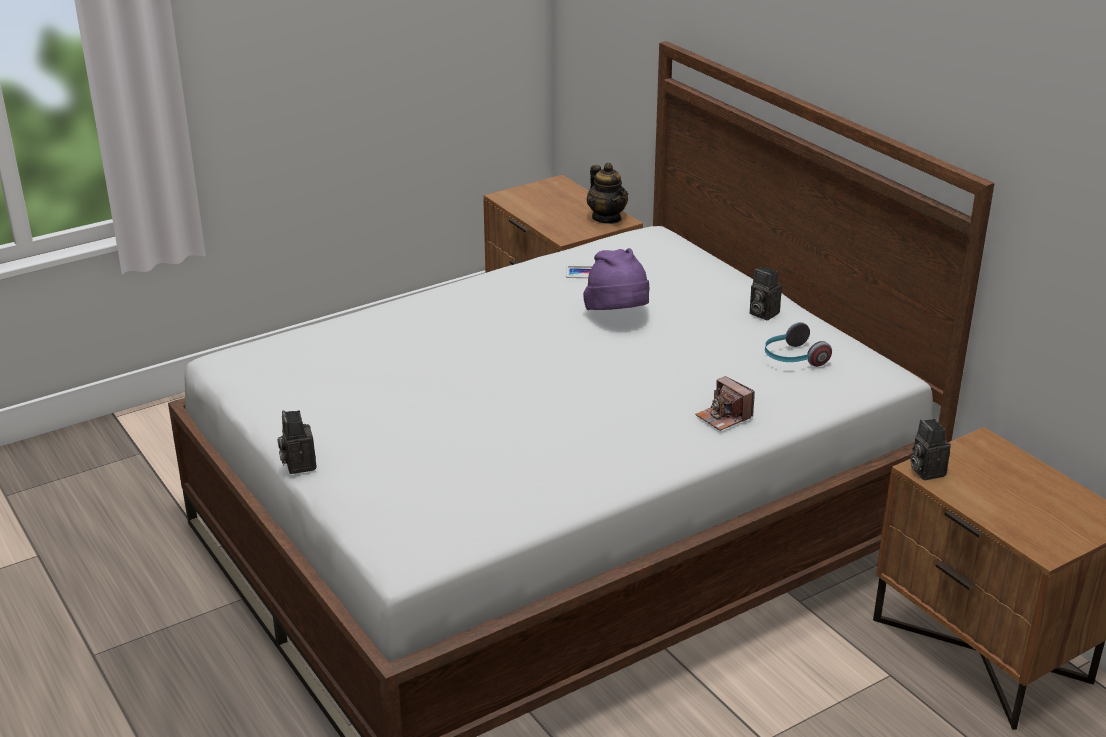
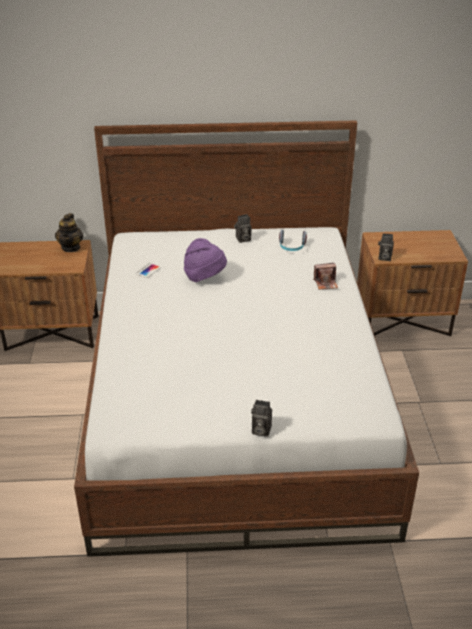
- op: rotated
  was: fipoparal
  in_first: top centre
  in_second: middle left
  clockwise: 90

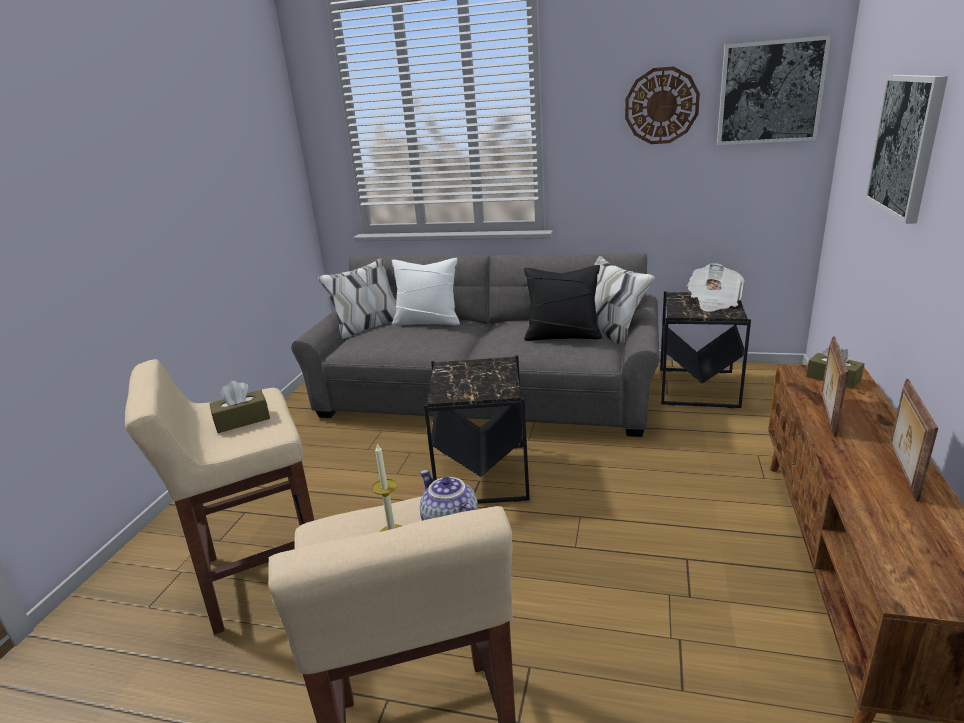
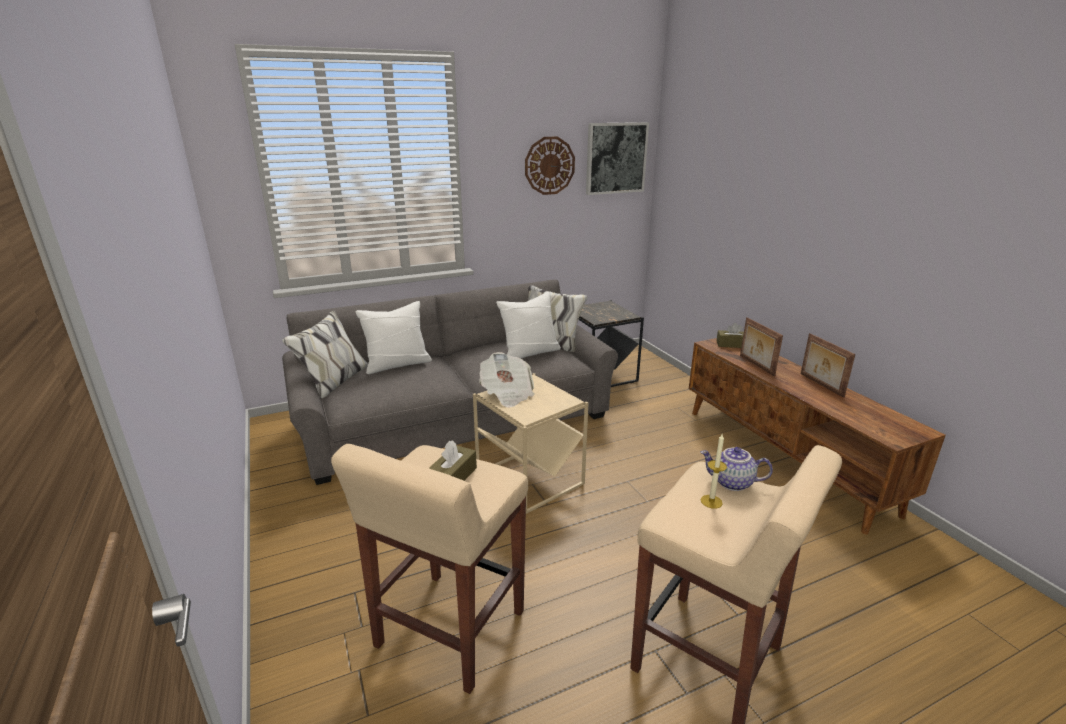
- op: repainted
  was: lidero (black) (no. 1 from left)
  now: lidero (beige)
  in_first: centre
  in_second: centre
- op: repainted
  was: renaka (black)
  now: renaka (white) (no. 2 from left)
  in_first: centre
  in_second: centre
- op: shifted
  was: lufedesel
  in_first: middle right
  in_second: centre
- op: gone
  was: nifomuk (no. 2 from left)
  in_first: top right

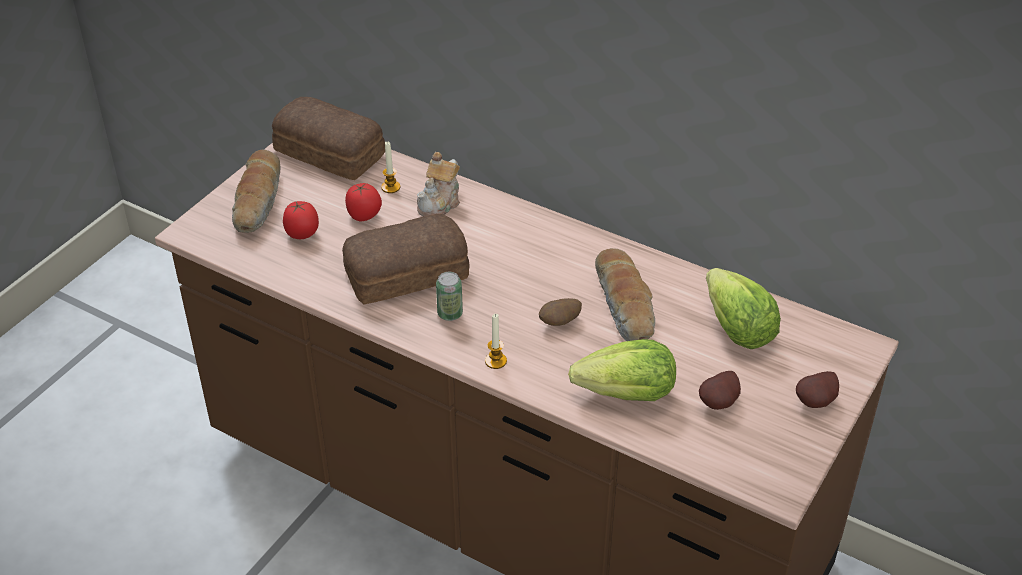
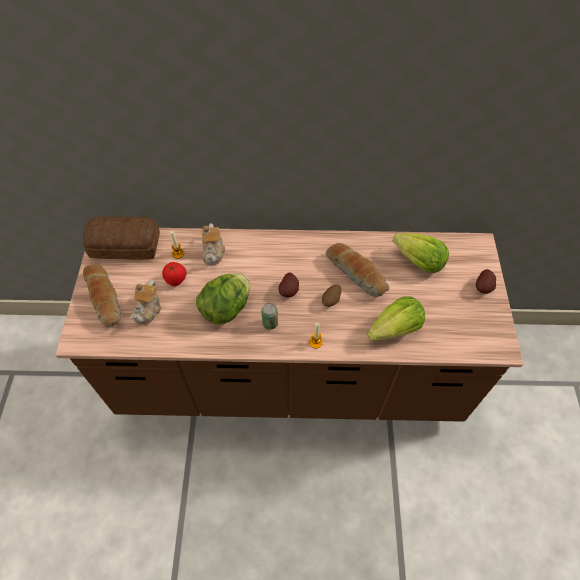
- op: swapped
  was: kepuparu (no. 1 from left)
  now: fipoparal (no. 1 from left)
  in_first: middle left
  in_second: middle left
- op: swapped
  was: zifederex (no. 3 from left)
  now: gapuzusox (no. 1 from left)
  in_first: centre
  in_second: centre
- op: shifted
  was: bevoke (no. 2 from left in the first image)
  now: bevoke (no. 1 from left)
  in_first: bottom right
  in_second: centre

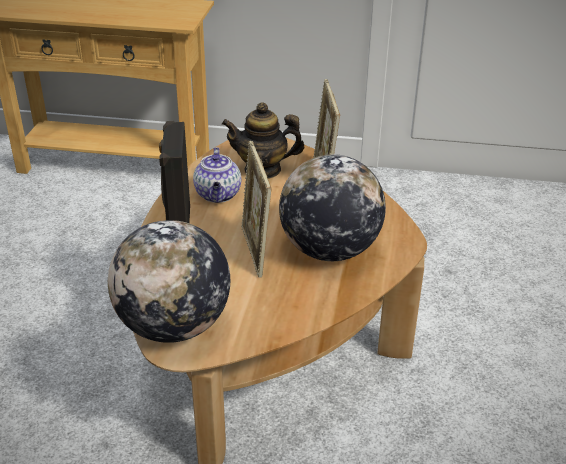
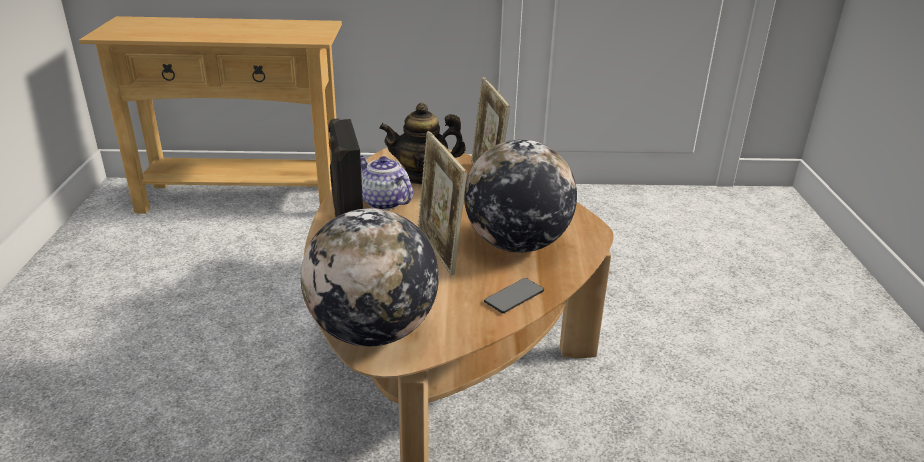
- op: rotated
  was: fipoparal (no. 1 from left)
  in_first: centre
  in_second: centre
  clockwise: 150
- op: new
  now: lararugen
  in_second: centre

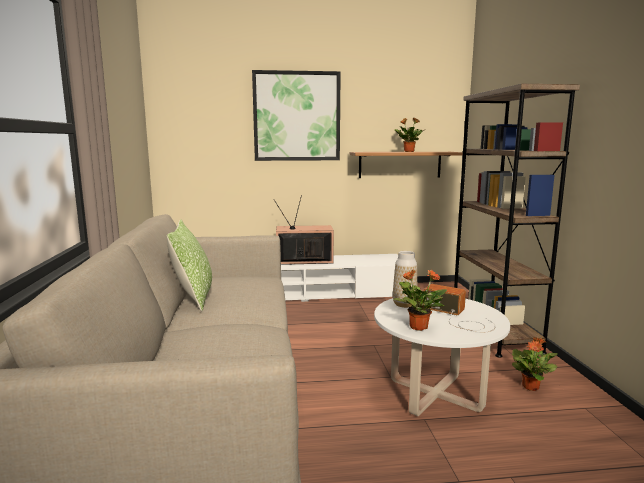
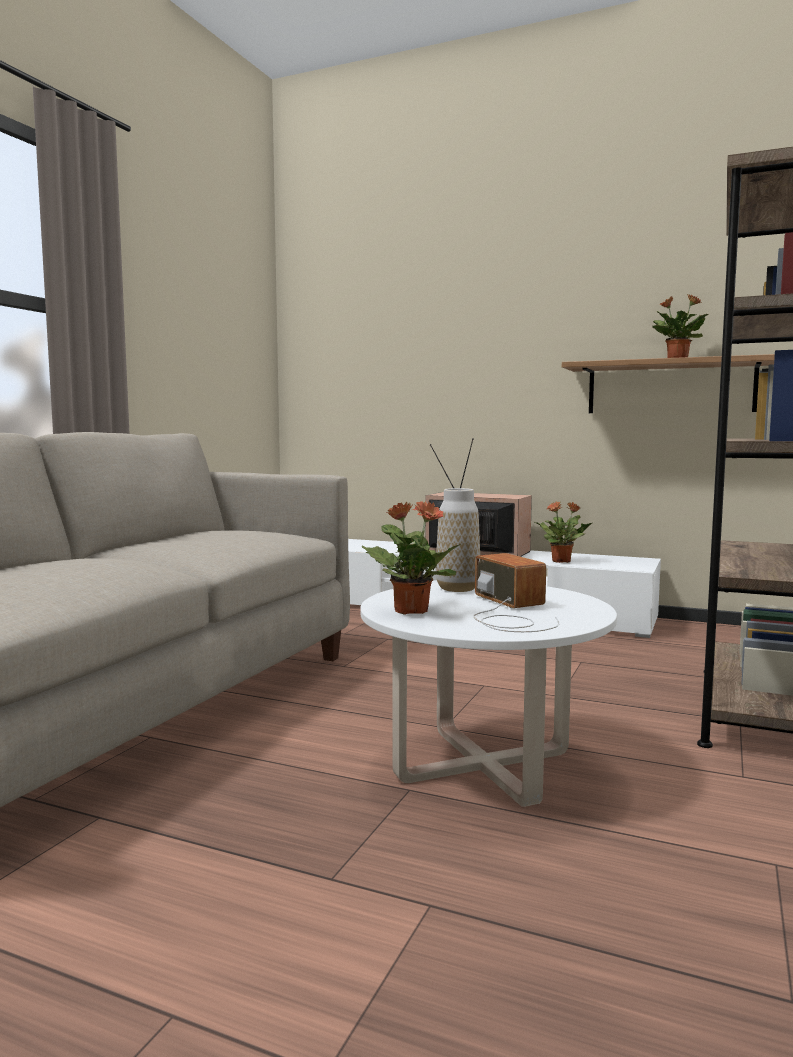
- op: gone
  was: renaka
  in_first: middle left
- op: gone
  was: nifomuk
  in_first: top centre
- op: shifted
  was: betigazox (no. 3 from left in the first image)
  now: betigazox (no. 2 from left)
  in_first: bottom right
  in_second: middle right

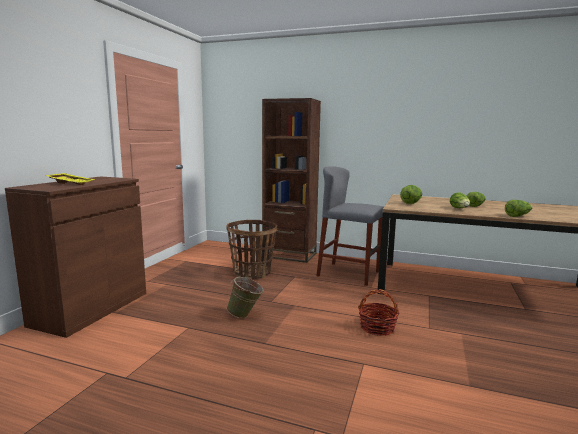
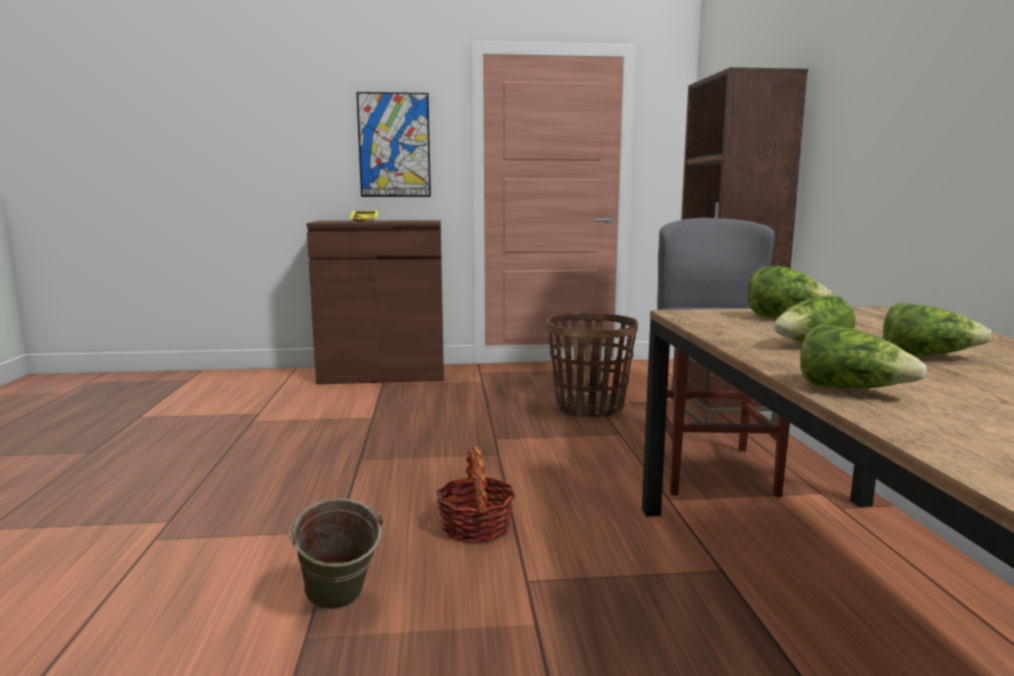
- op: shifted
  was: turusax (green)
  in_first: bottom centre
  in_second: bottom left
- op: new
  now: nifomuk
  in_second: top centre

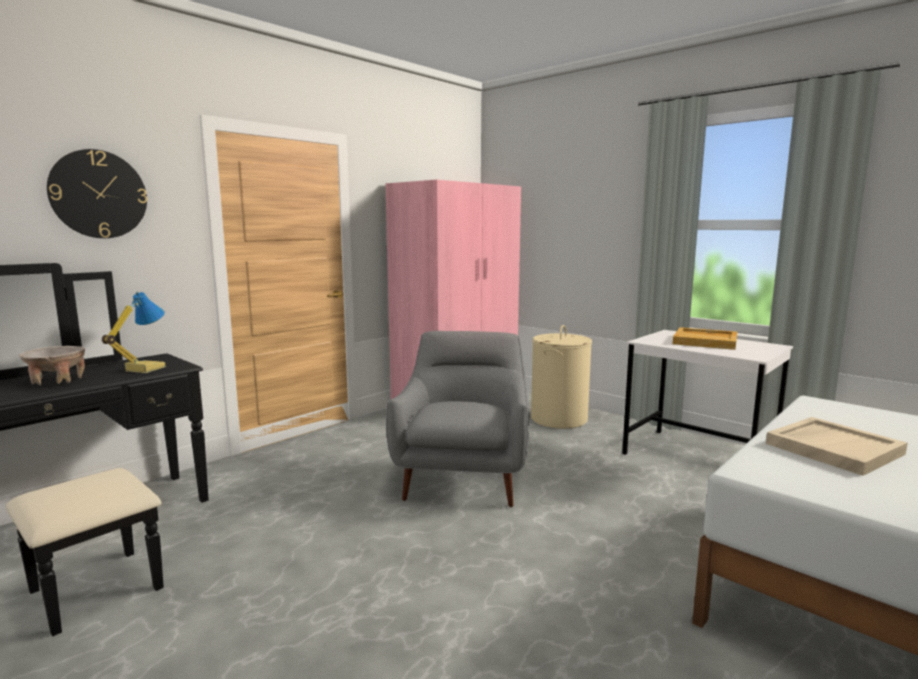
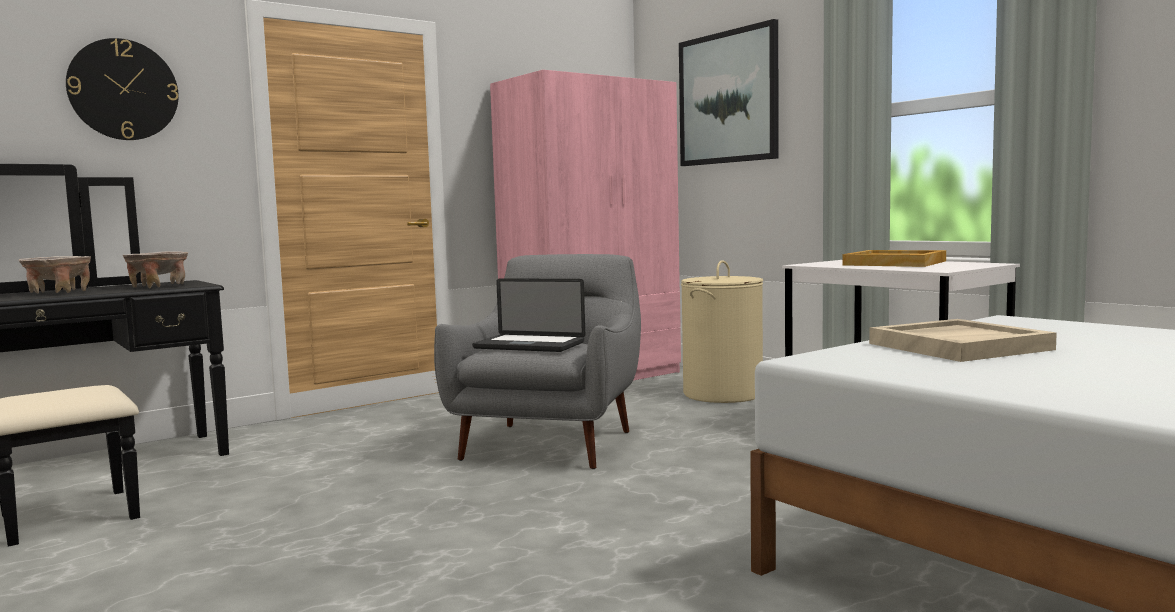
- op: swapped
  was: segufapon
  now: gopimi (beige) (no. 2 from left)
  in_first: middle left
  in_second: middle left
- op: new
  now: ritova
  in_second: centre
- op: new
  now: nifomuk
  in_second: top centre

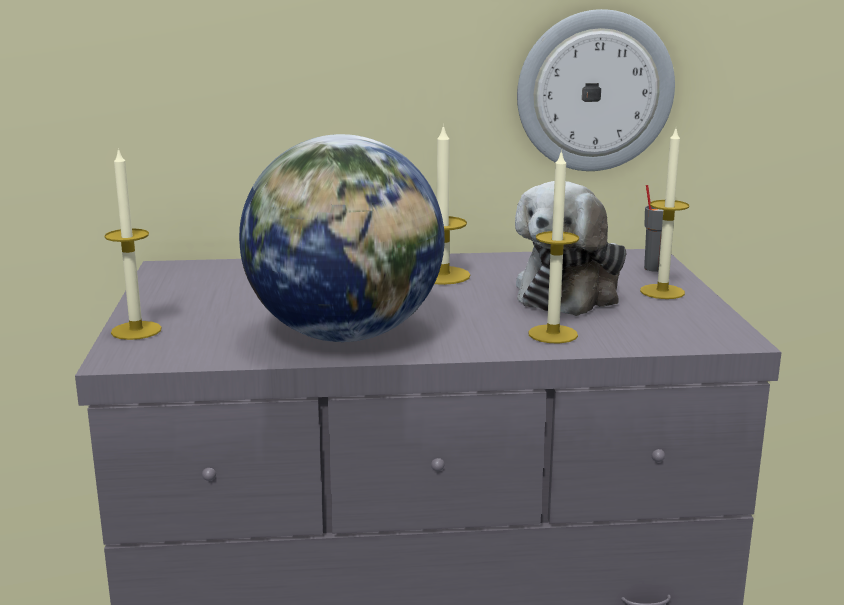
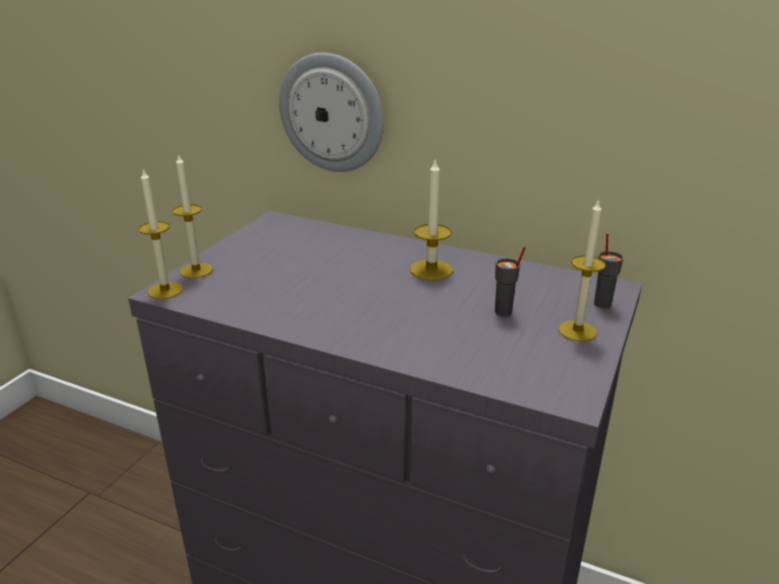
- op: gone
  was: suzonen
  in_first: centre
- op: swapped
  was: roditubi
  now: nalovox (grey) (no. 1 from left)
  in_first: middle right
  in_second: centre
- op: shifted
  was: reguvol
  in_first: top right
  in_second: top centre
- op: shifted
  was: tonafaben (no. 3 from left in the first image)
  now: tonafaben (no. 1 from left)
  in_first: centre
  in_second: middle left

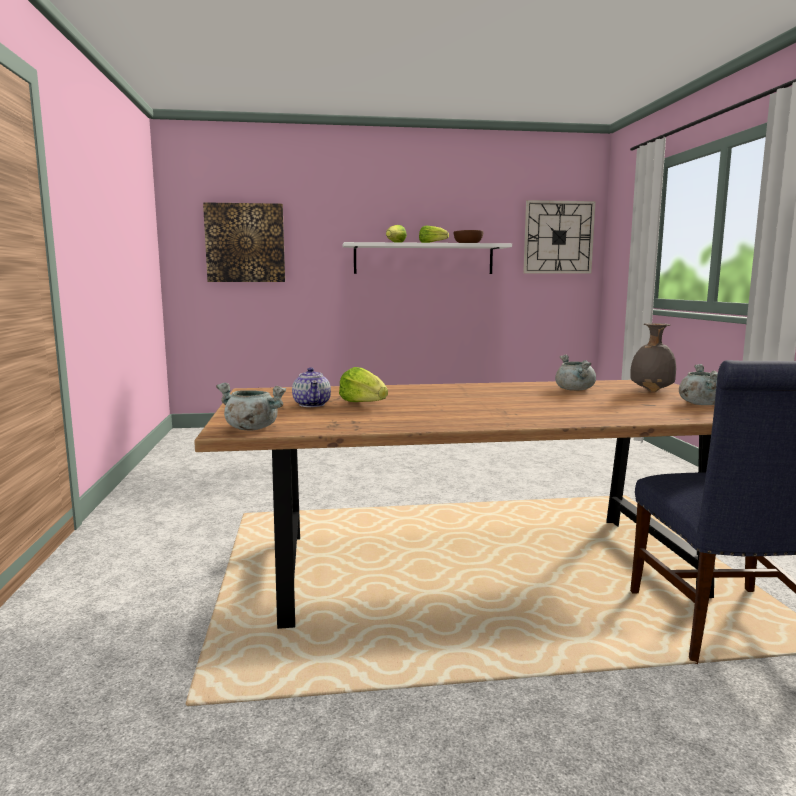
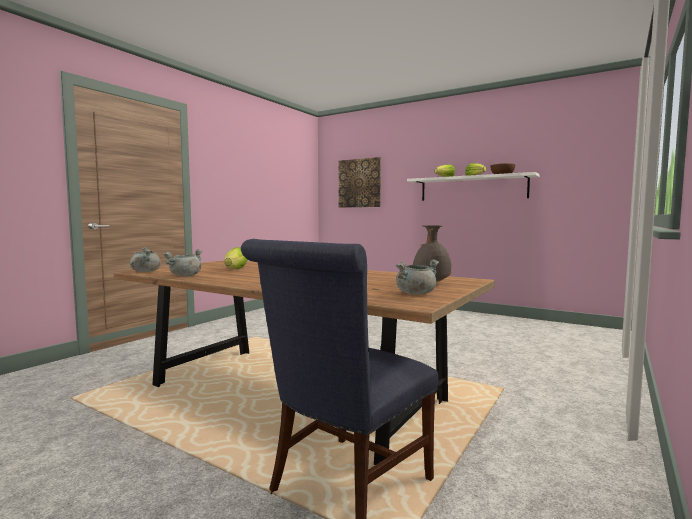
- op: gone
  was: fipoparal
  in_first: centre
- op: gone
  was: reguvol
  in_first: top right
- op: shifted
  was: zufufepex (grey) (no. 2 from left)
  in_first: middle right
  in_second: middle left

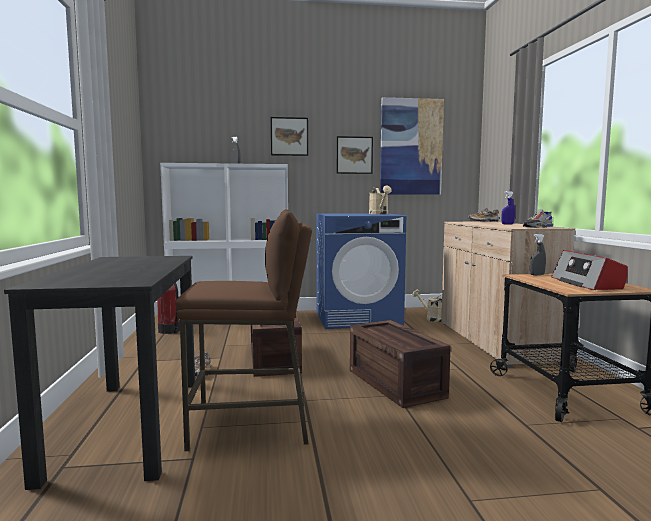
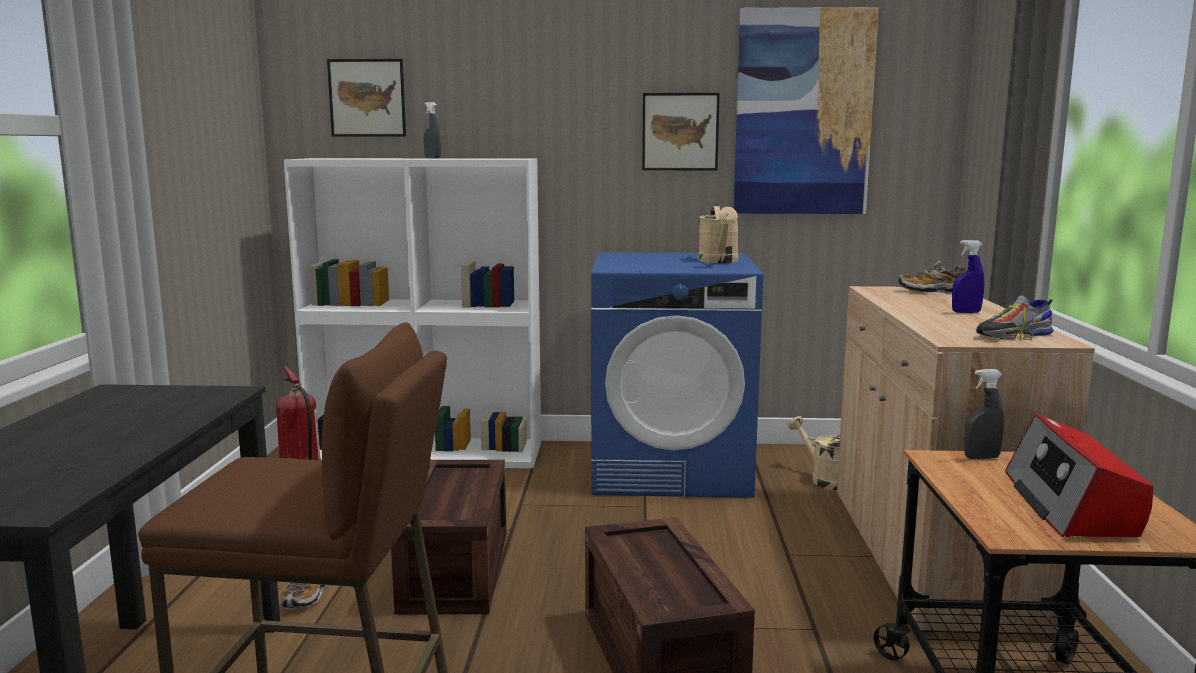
- op: shifted
  was: nifomuk (no. 1 from left)
  in_first: top centre
  in_second: top left

